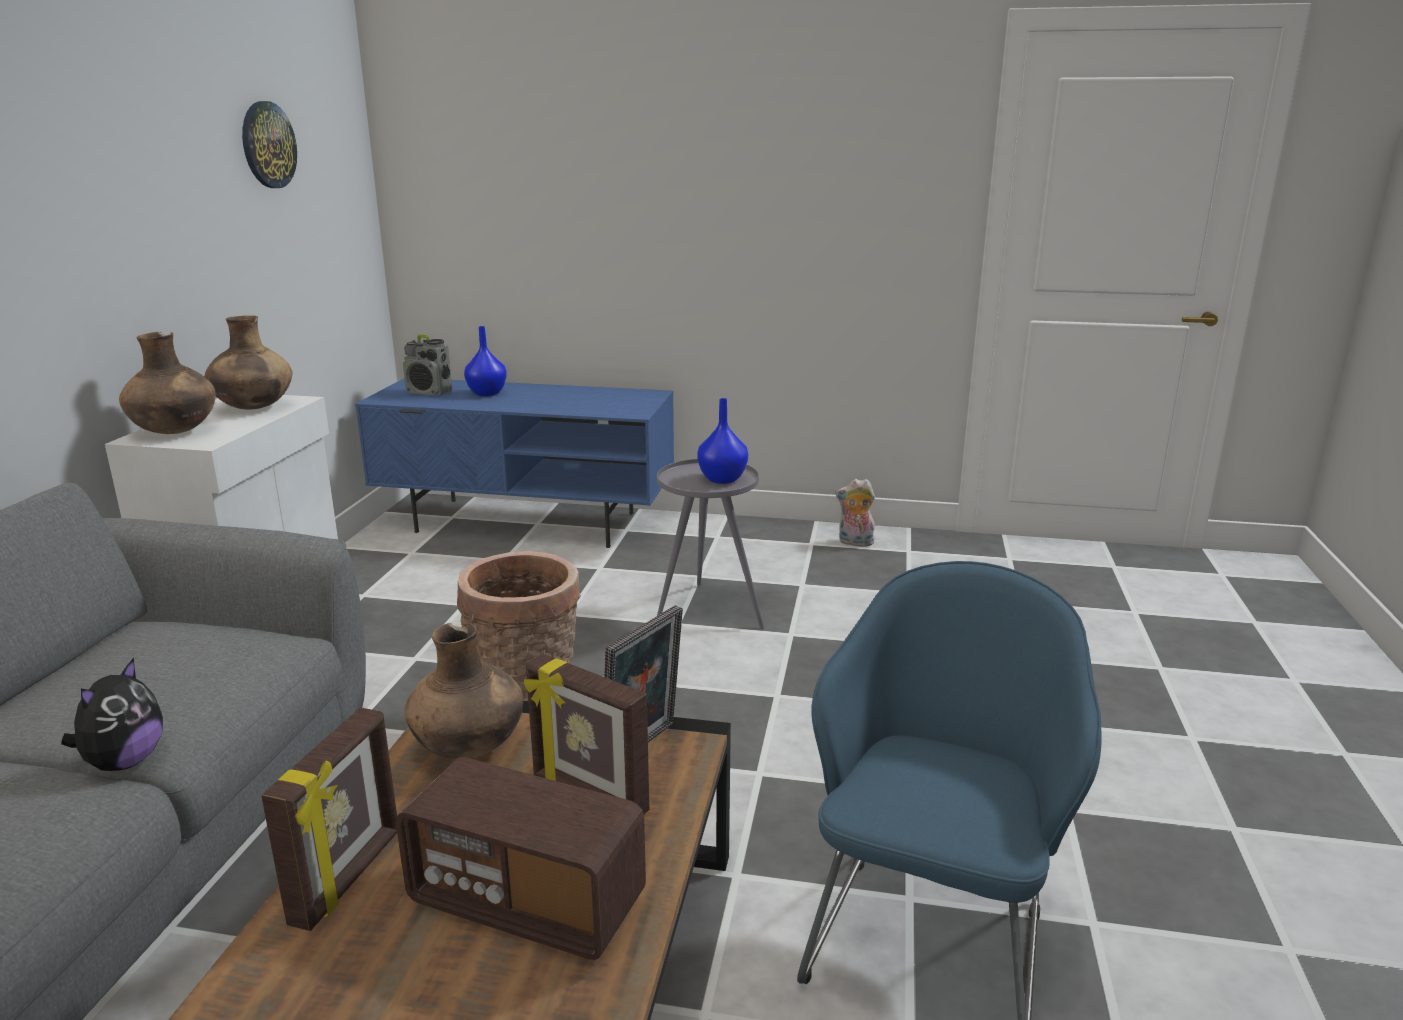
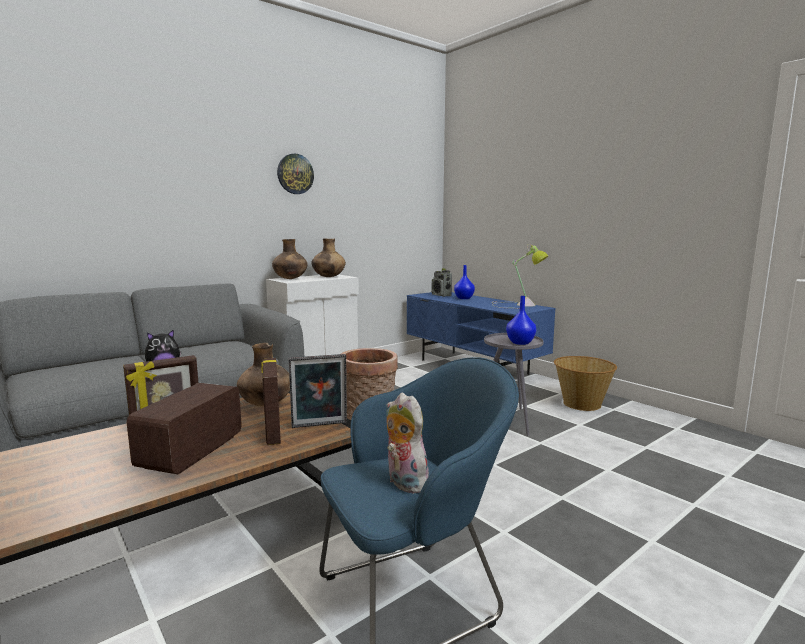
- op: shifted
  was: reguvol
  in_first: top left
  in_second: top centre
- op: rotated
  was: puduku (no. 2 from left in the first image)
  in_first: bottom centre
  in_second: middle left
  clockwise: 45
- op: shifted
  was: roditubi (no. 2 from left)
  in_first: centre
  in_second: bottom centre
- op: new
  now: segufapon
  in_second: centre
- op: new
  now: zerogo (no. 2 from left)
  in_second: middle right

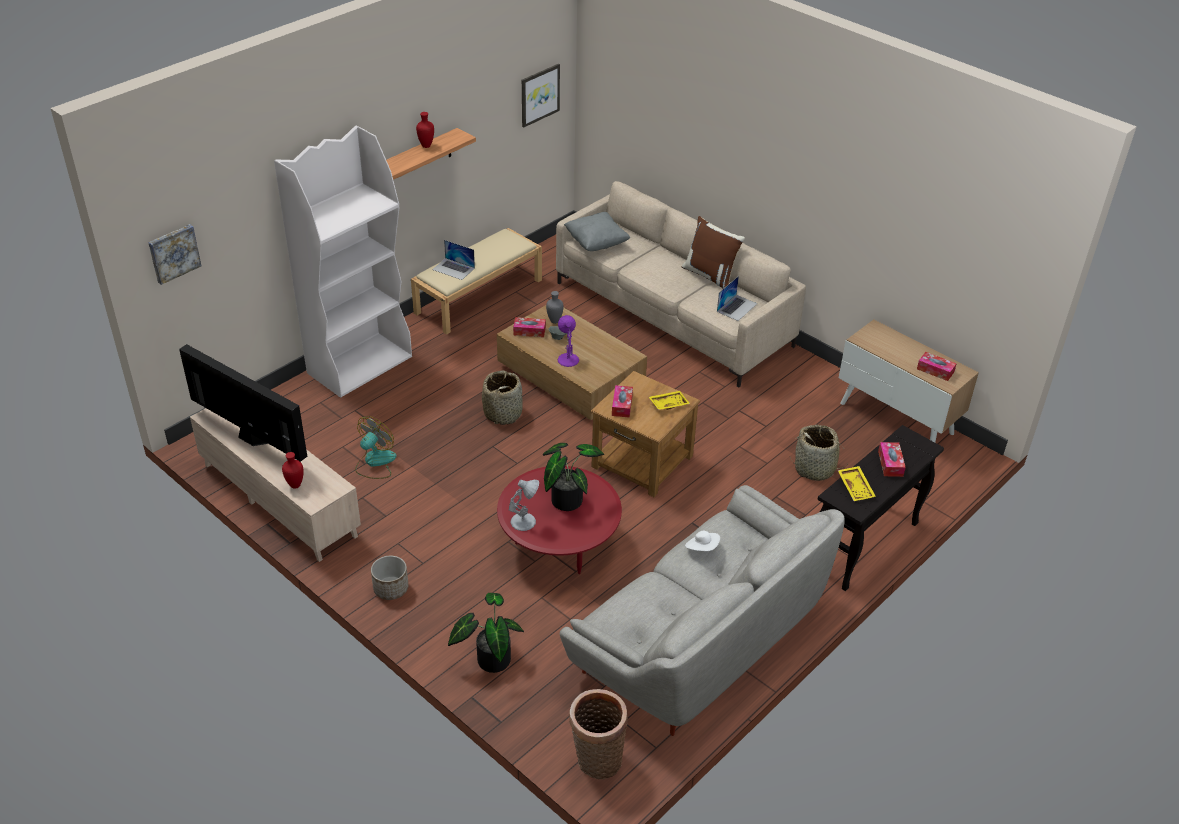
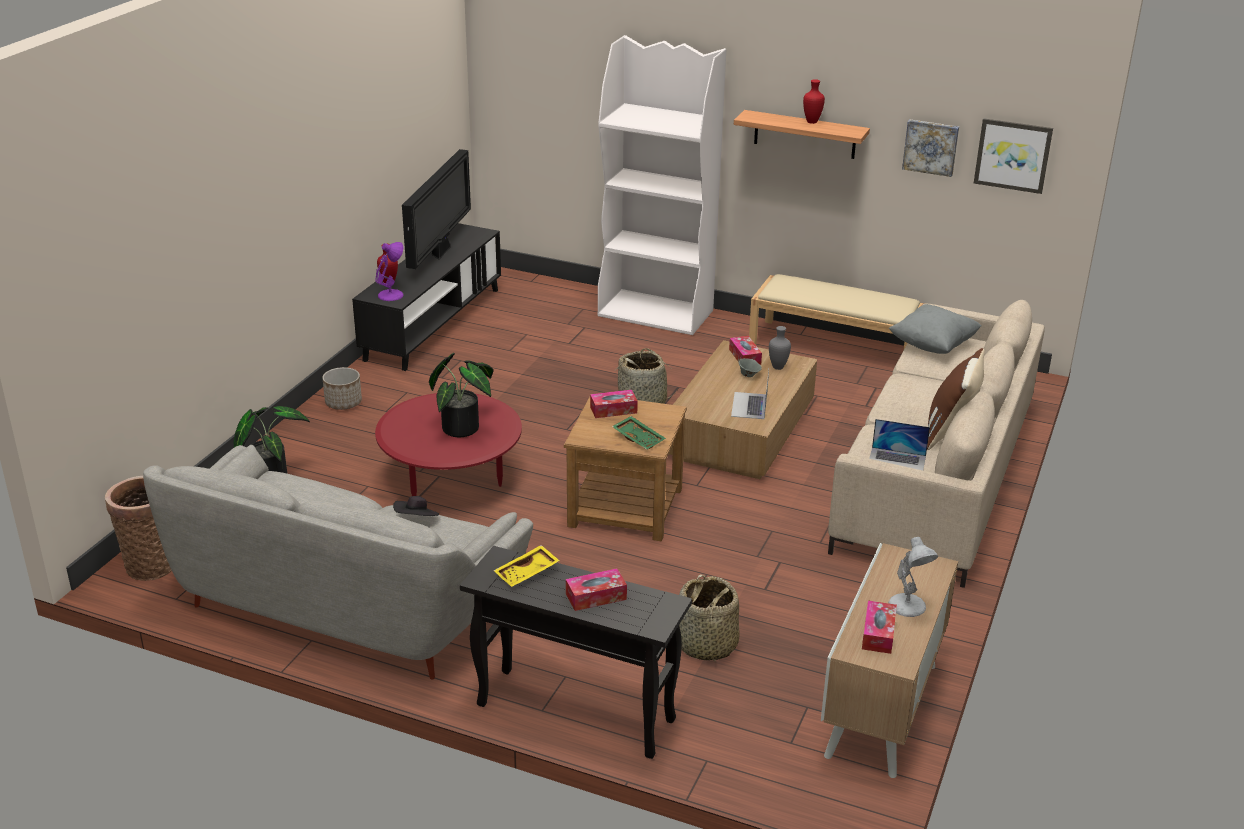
- op: shifted
  was: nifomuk (no. 1 from left)
  in_first: top left
  in_second: top right
- op: repainted
  was: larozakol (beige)
  now: larozakol (black)
  in_first: middle left
  in_second: centre
- op: gone
  was: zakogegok
  in_first: middle left
- op: shifted
  was: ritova (no. 1 from left)
  in_first: top centre
  in_second: centre
- op: shifted
  was: segufapon (white)
  in_first: centre
  in_second: bottom right
- op: shifted
  was: segufapon (purple)
  in_first: centre
  in_second: top left
- op: repainted
  was: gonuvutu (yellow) (no. 1 from left)
  now: gonuvutu (green)
  in_first: centre
  in_second: centre
- op: repainted
  was: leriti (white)
  now: leriti (black)
  in_first: centre
  in_second: centre

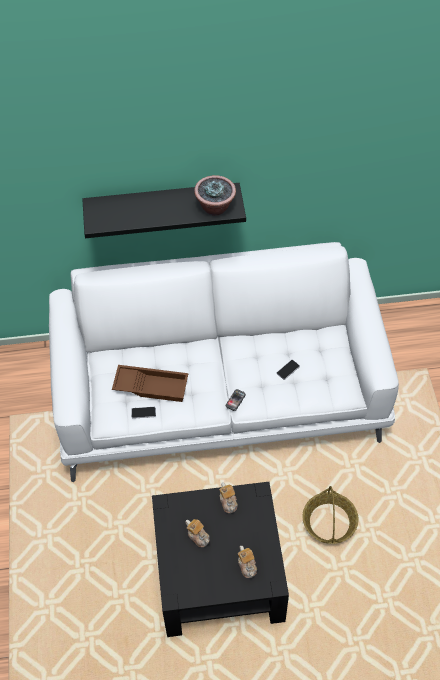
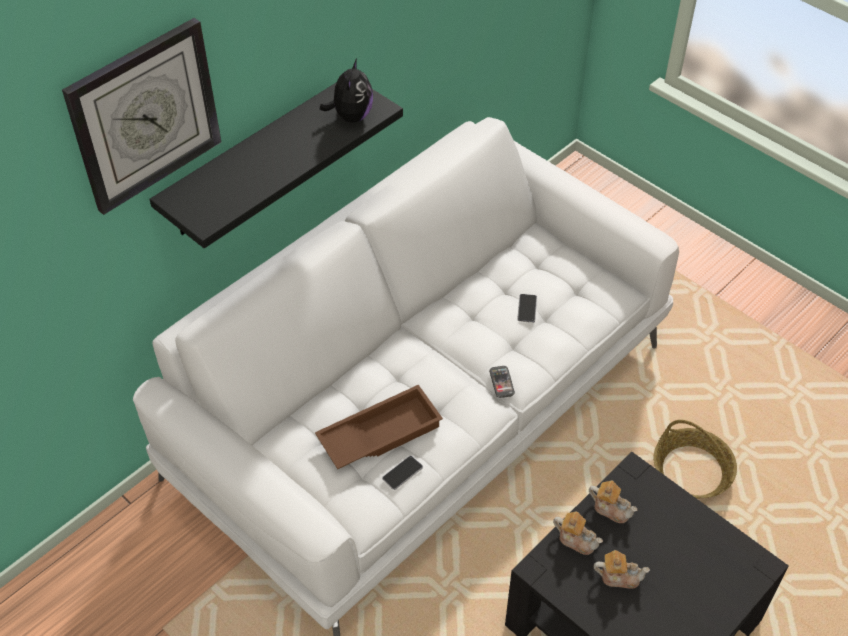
- op: swapped
  was: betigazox
  now: roditubi
  in_first: top centre
  in_second: top centre
- op: shifted
  was: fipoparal (no. 3 from left in the first image)
  now: fipoparal (no. 1 from left)
  in_first: bottom centre
  in_second: bottom right
- op: new
  now: reguvol
  in_second: top left

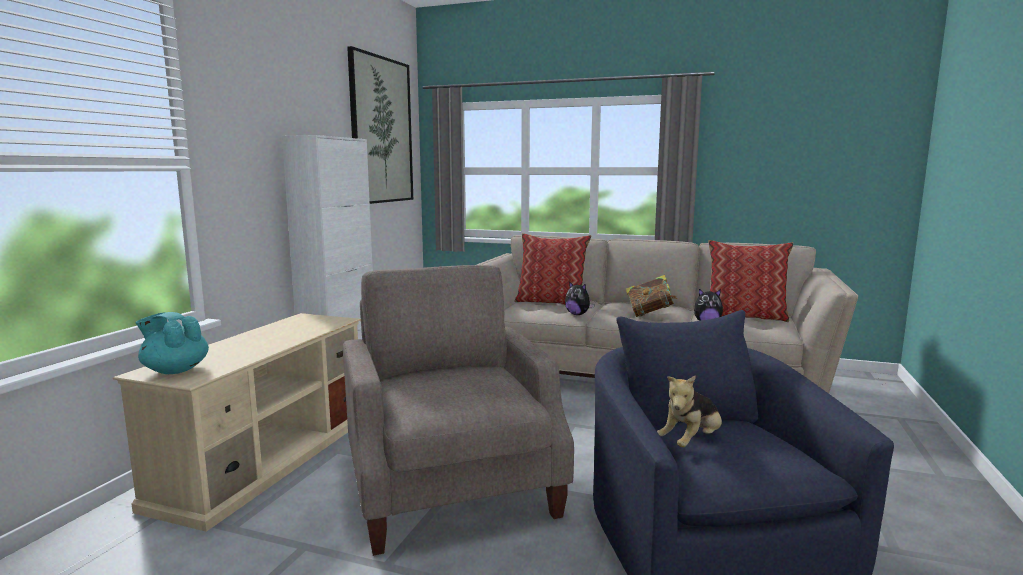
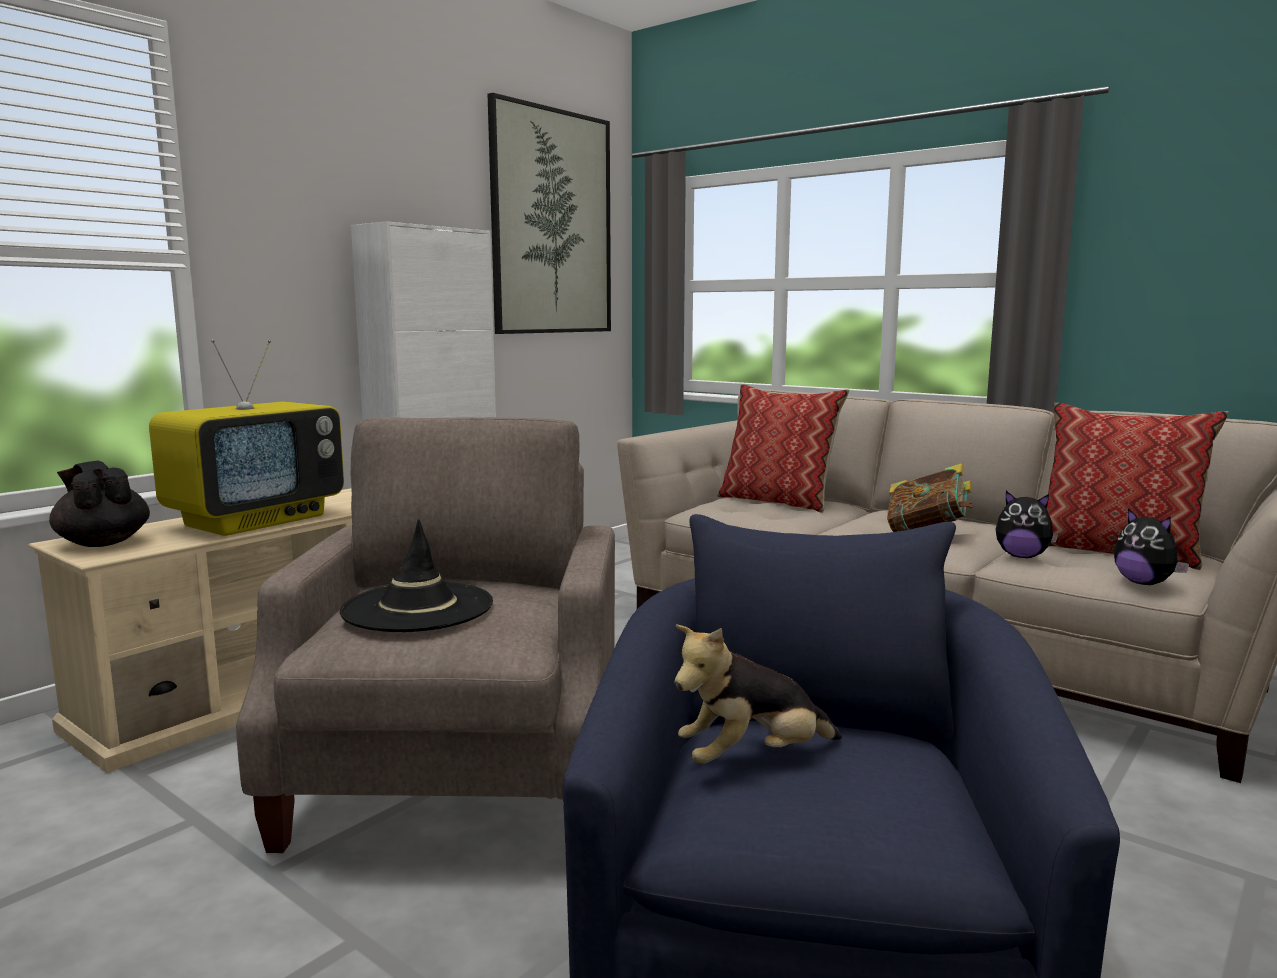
- op: repainted
  was: fipoparal (turquoise)
  now: fipoparal (black)
  in_first: middle left
  in_second: middle left
- op: shifted
  was: roditubi (no. 1 from left in the first image)
  now: roditubi (no. 3 from left)
  in_first: centre
  in_second: middle right
- op: new
  now: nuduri
  in_second: middle left
- op: new
  now: leriti (black)
  in_second: middle left

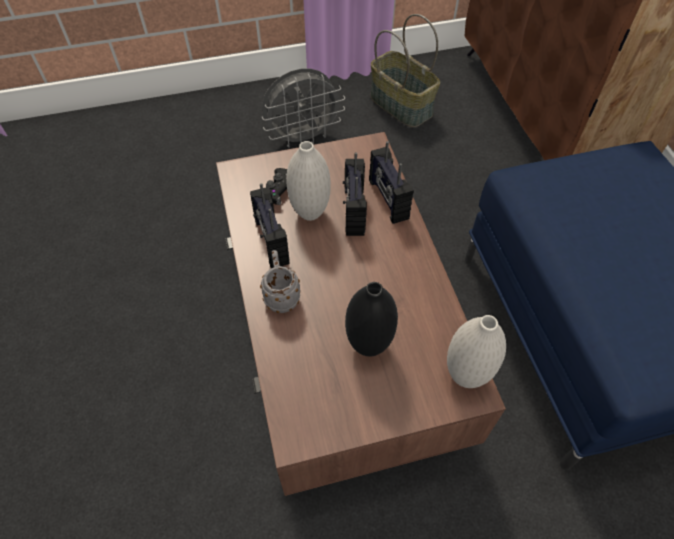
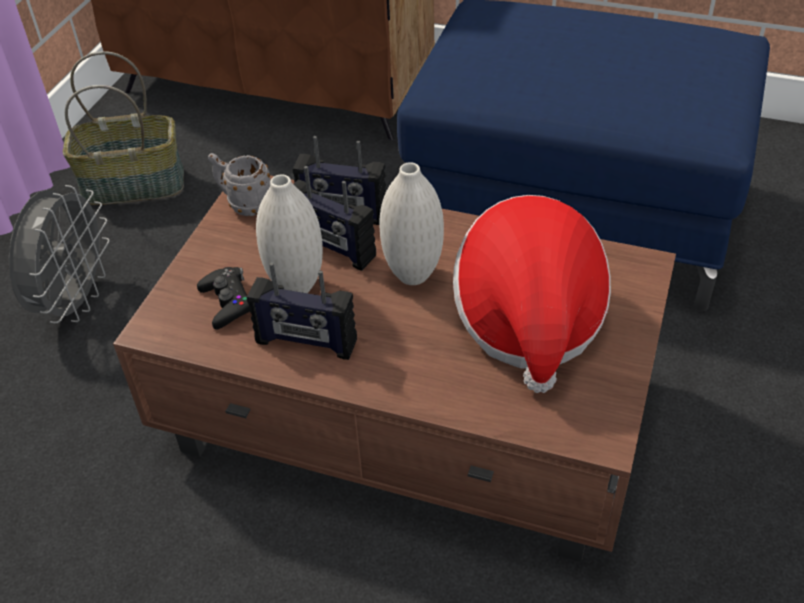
- op: shifted
  was: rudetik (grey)
  in_first: centre
  in_second: top left
- op: swapped
  was: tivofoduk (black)
  now: leriti
  in_first: centre
  in_second: centre
- op: shifted
  was: tivofoduk (white) (no. 2 from left)
  in_first: middle right
  in_second: centre

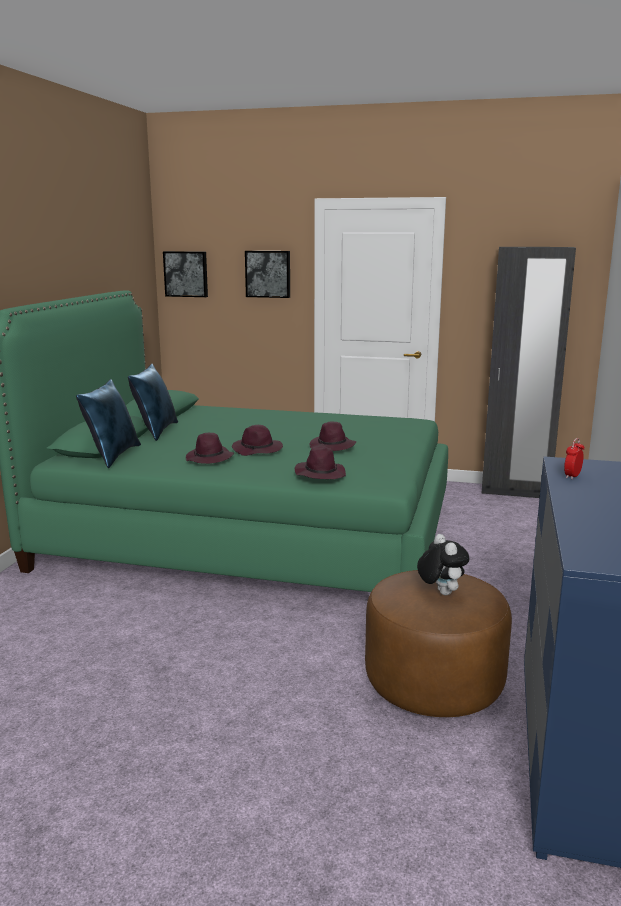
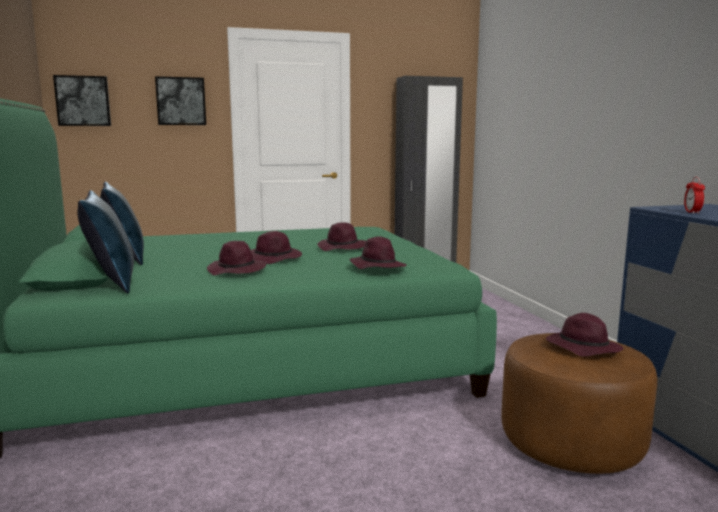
- op: swapped
  was: roditubi
  now: leriti (purple) (no. 5 from left)
  in_first: middle right
  in_second: middle right

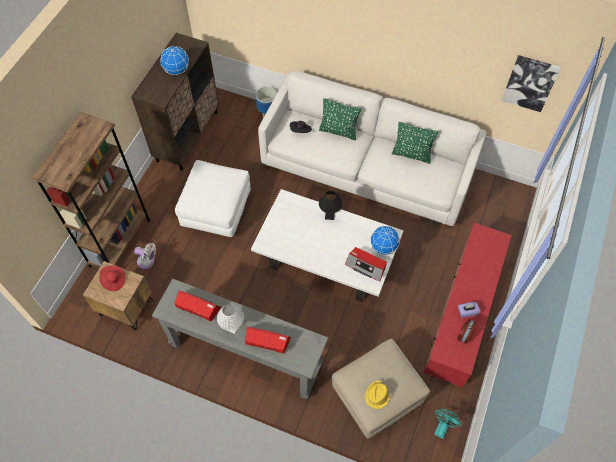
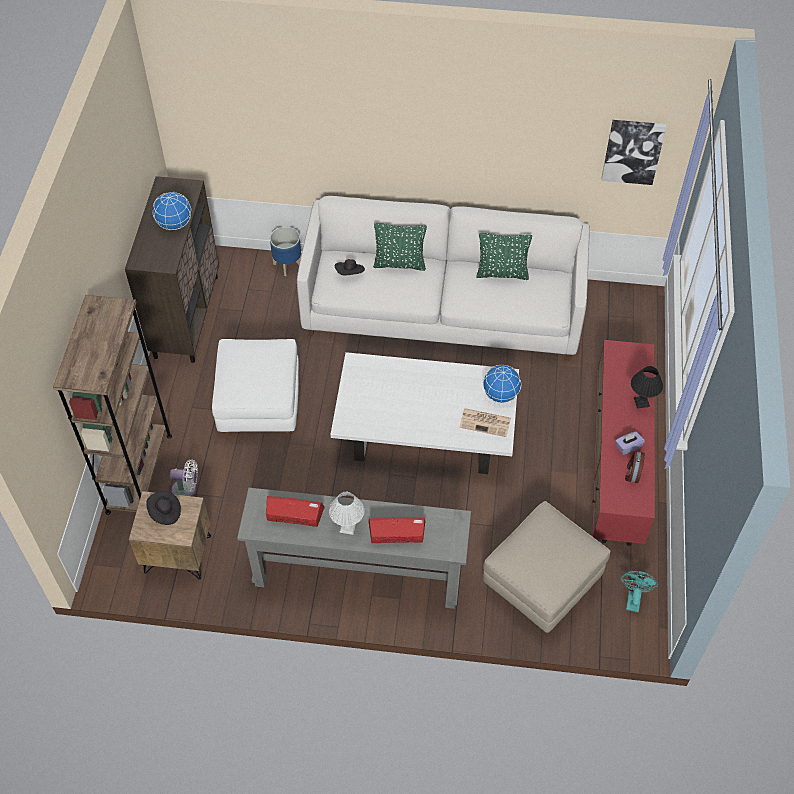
- op: repainted
  was: leriti (red)
  now: leriti (black) (no. 1 from left)
  in_first: middle left
  in_second: middle left
- op: shifted
  was: segufapon (black)
  in_first: centre
  in_second: middle right
- op: swapped
  was: puduku (no. 3 from left)
  now: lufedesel
  in_first: centre
  in_second: centre
- op: gone
  was: leriti (yellow)
  in_first: bottom centre

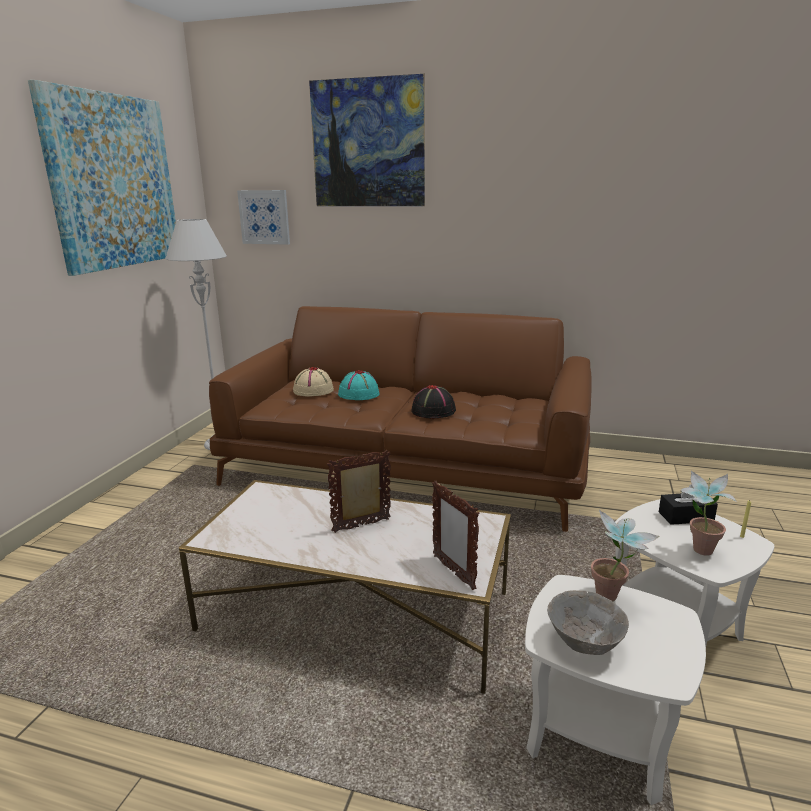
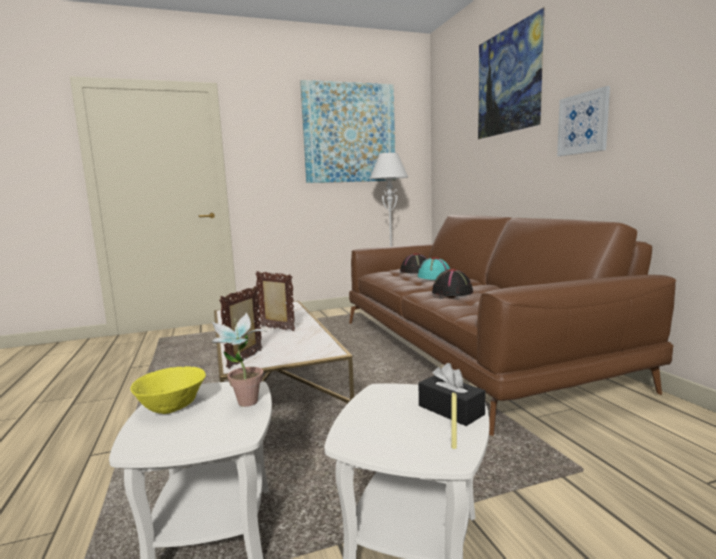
- op: shifted
  was: nifomuk (no. 2 from left in the first image)
  now: nifomuk (no. 3 from left)
  in_first: top left
  in_second: top right
- op: repainted
  was: leriti (beige)
  now: leriti (black) (no. 1 from left)
  in_first: centre
  in_second: centre
- op: repainted
  was: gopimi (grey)
  now: gopimi (yellow)
  in_first: bottom right
  in_second: bottom left
- op: gone
  was: betigazox (no. 2 from left)
  in_first: middle right

